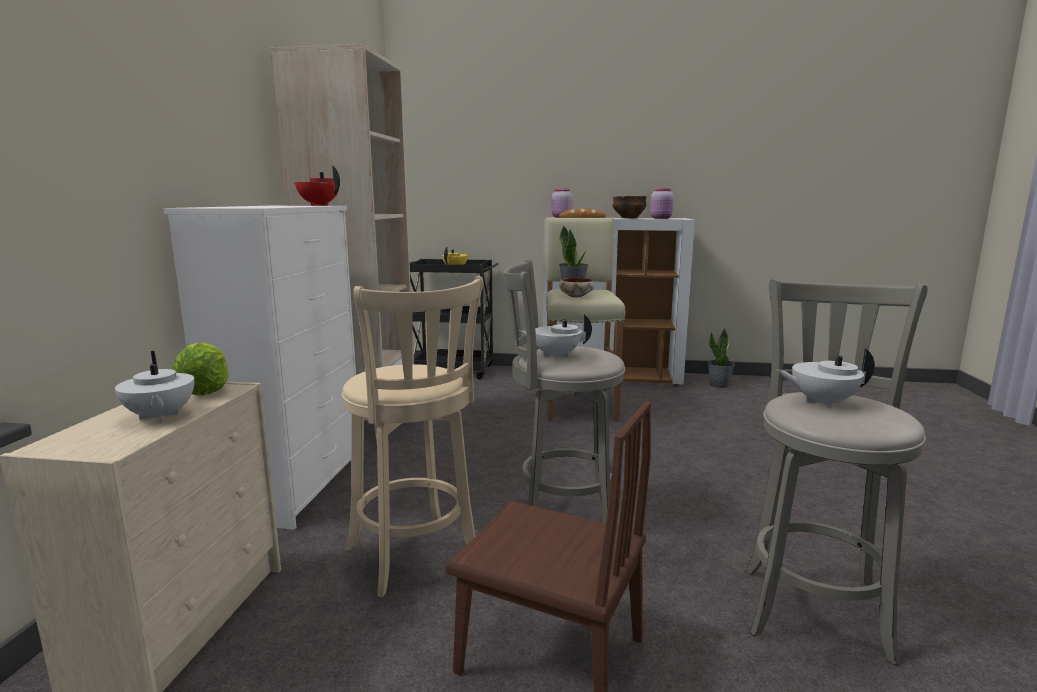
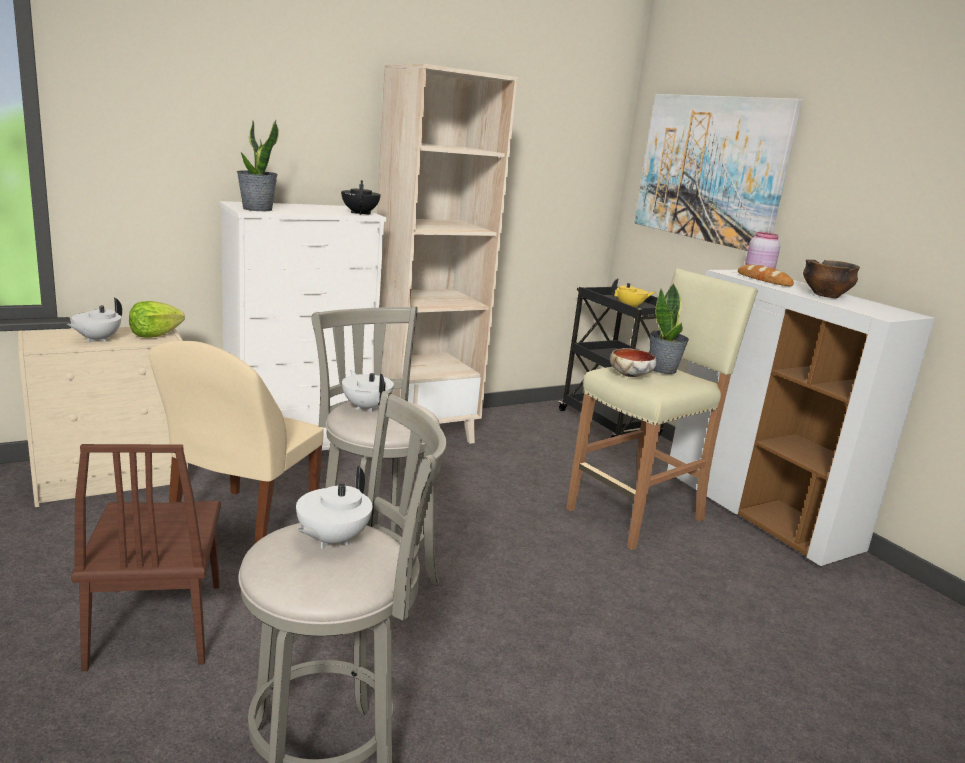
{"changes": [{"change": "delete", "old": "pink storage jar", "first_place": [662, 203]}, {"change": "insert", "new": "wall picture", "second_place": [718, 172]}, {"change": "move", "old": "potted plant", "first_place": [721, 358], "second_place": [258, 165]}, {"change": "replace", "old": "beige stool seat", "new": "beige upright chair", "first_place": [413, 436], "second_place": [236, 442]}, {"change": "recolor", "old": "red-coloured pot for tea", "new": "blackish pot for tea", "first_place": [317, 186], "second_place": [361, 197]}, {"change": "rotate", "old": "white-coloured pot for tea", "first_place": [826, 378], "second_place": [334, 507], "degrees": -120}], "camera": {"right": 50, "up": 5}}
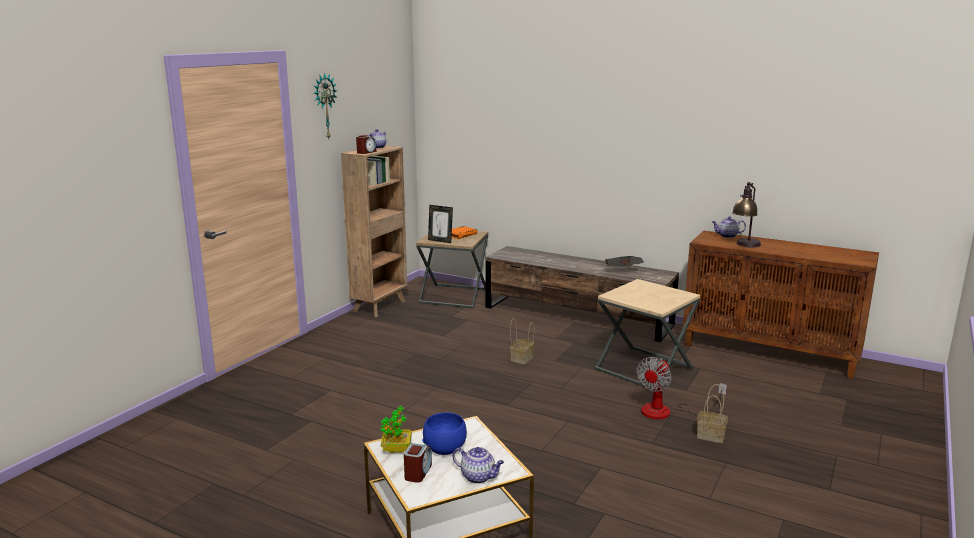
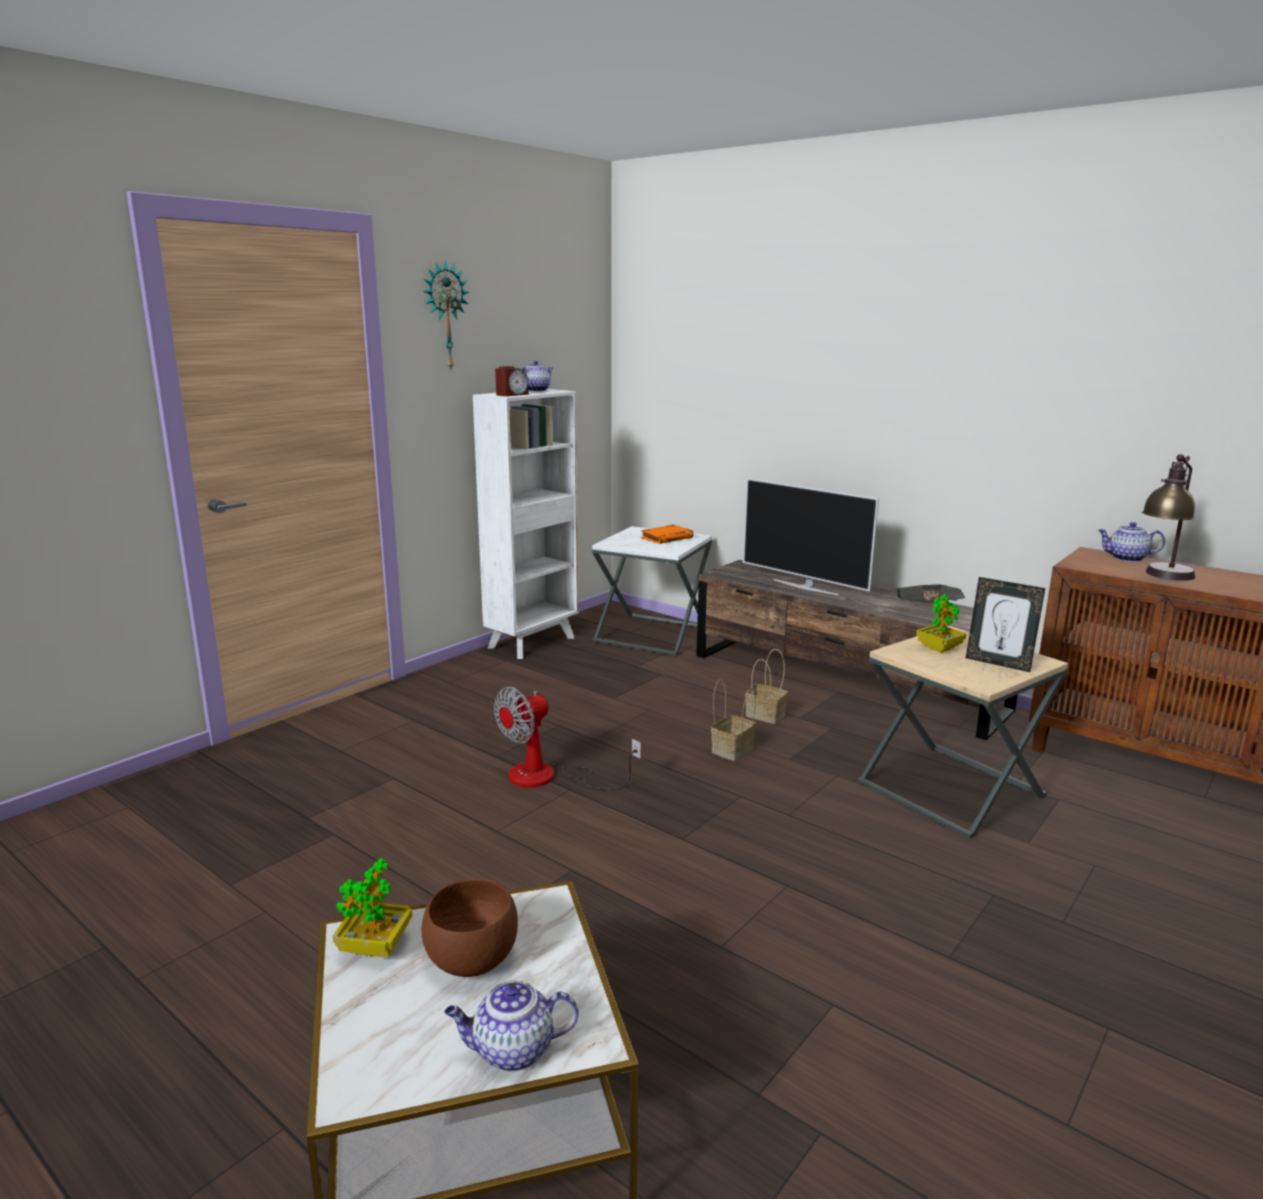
{"changes": [{"change": "delete", "old": "table clock", "first_place": [418, 463]}, {"change": "insert", "new": "TV", "second_place": [811, 536]}, {"change": "insert", "new": "potted plant", "second_place": [941, 623]}, {"change": "move", "old": "photo frame", "first_place": [440, 224], "second_place": [1005, 624]}, {"change": "move", "old": "electric fan", "first_place": [682, 388], "second_place": [567, 738]}, {"change": "move", "old": "basket", "first_place": [712, 413], "second_place": [766, 686]}, {"change": "recolor", "old": "brown-coloured bookshelf", "new": "white-coloured bookshelf", "first_place": [374, 231], "second_place": [526, 524]}, {"change": "recolor", "old": "brown-coloured side table", "new": "white-coloured side table", "first_place": [452, 269], "second_place": [652, 591]}, {"change": "recolor", "old": "blue deep dish", "new": "brown-coloured deep dish", "first_place": [444, 433], "second_place": [469, 928]}, {"change": "rotate", "old": "pot for tea", "first_place": [478, 465], "second_place": [511, 1026], "degrees": 135}], "camera": {"right": 10, "up": 0}}
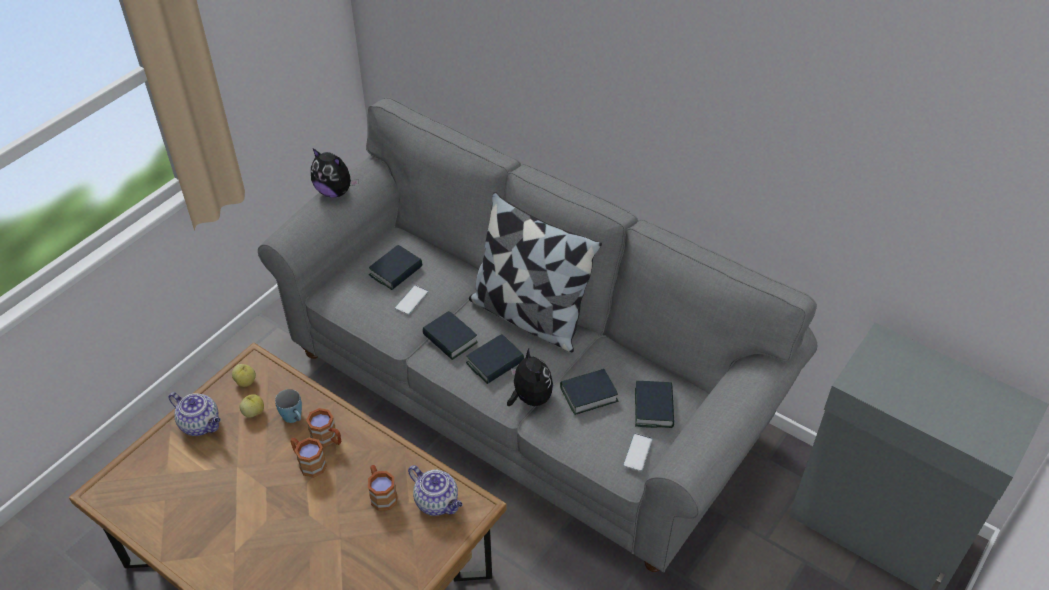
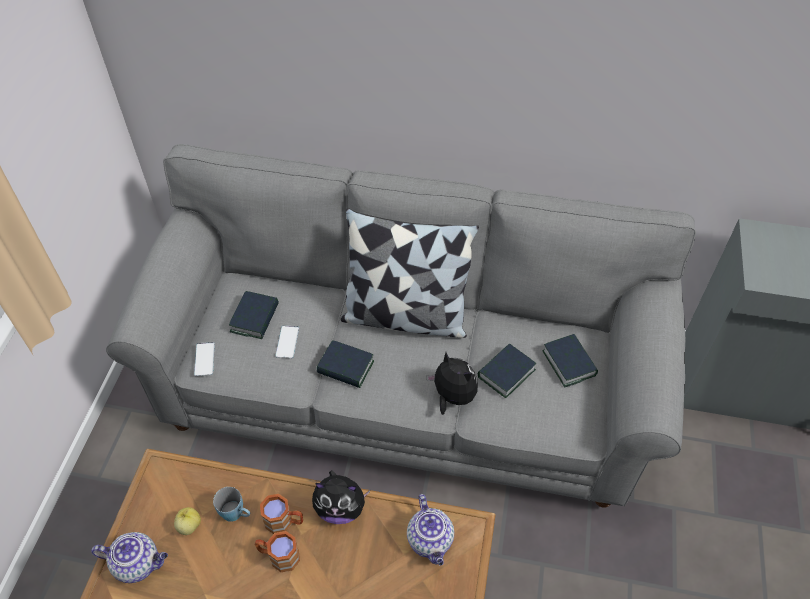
{"changes": [{"change": "delete", "old": "apple", "first_place": [244, 375]}, {"change": "delete", "old": "brown-coloured tea mug", "first_place": [382, 488]}, {"change": "delete", "old": "book", "first_place": [495, 359]}, {"change": "move", "old": "soft toy", "first_place": [334, 173], "second_place": [341, 497]}, {"change": "move", "old": "phone", "first_place": [638, 452], "second_place": [204, 359]}, {"change": "rotate", "old": "pot for tea", "first_place": [435, 490], "second_place": [430, 530], "degrees": 60}], "camera": {"right": -25, "up": 5}}
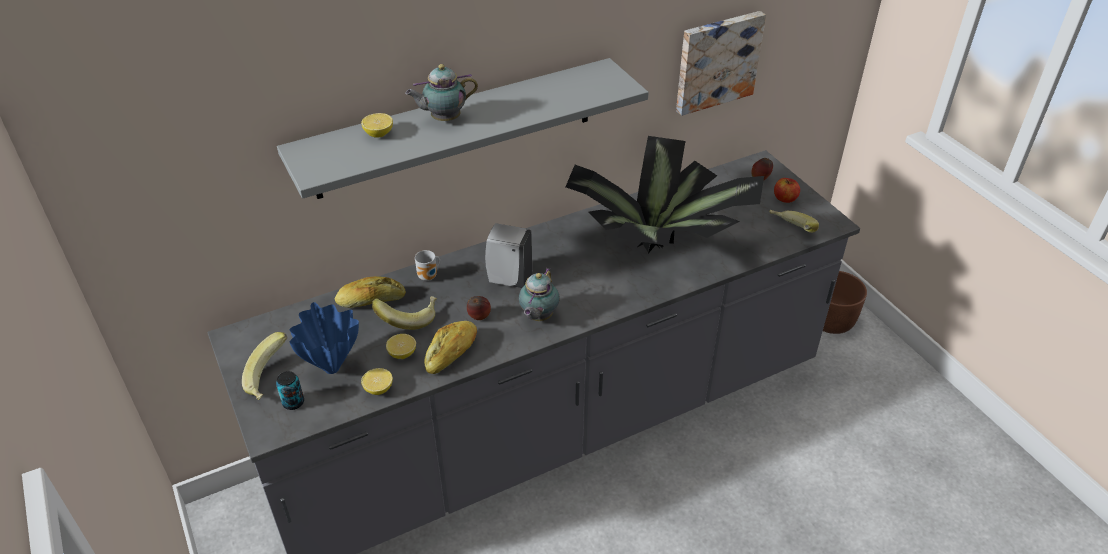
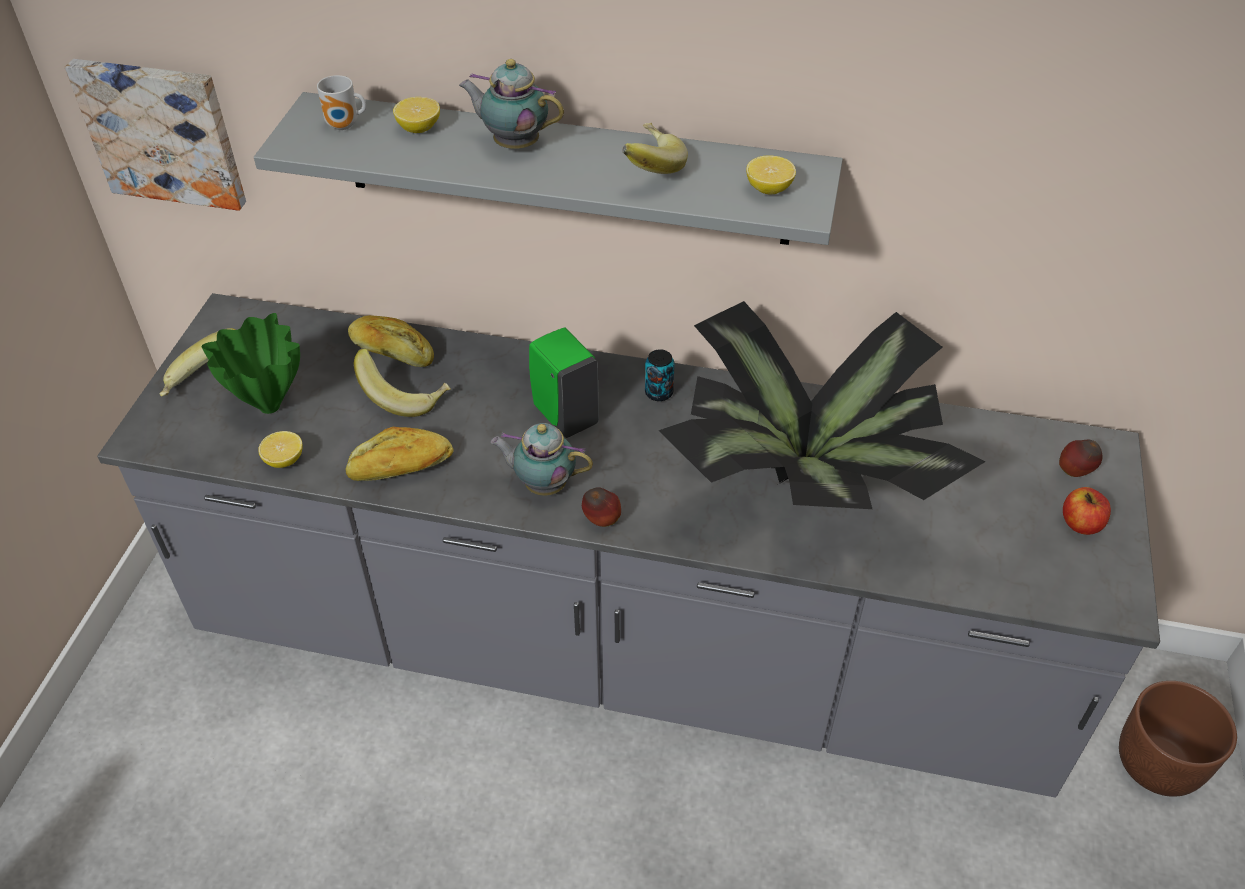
{"changes": [{"change": "move", "old": "can", "first_place": [290, 390], "second_place": [660, 375]}, {"change": "move", "old": "citrus fruit", "first_place": [401, 346], "second_place": [771, 174]}, {"change": "move", "old": "tea mug", "first_place": [427, 265], "second_place": [341, 102]}, {"change": "move", "old": "apple", "first_place": [479, 308], "second_place": [601, 507]}, {"change": "move", "old": "wall picture", "first_place": [721, 63], "second_place": [155, 135]}, {"change": "move", "old": "whole banana", "first_place": [794, 221], "second_place": [655, 148]}, {"change": "recolor", "old": "blue flower vase", "new": "green flower vase", "first_place": [324, 338], "second_place": [250, 363]}, {"change": "recolor", "old": "white-coloured soap dispenser", "new": "green soap dispenser", "first_place": [508, 255], "second_place": [564, 383]}, {"change": "rotate", "old": "pot for tea", "first_place": [539, 294], "second_place": [541, 459], "degrees": 45}], "camera": {"right": 40, "up": 5}}
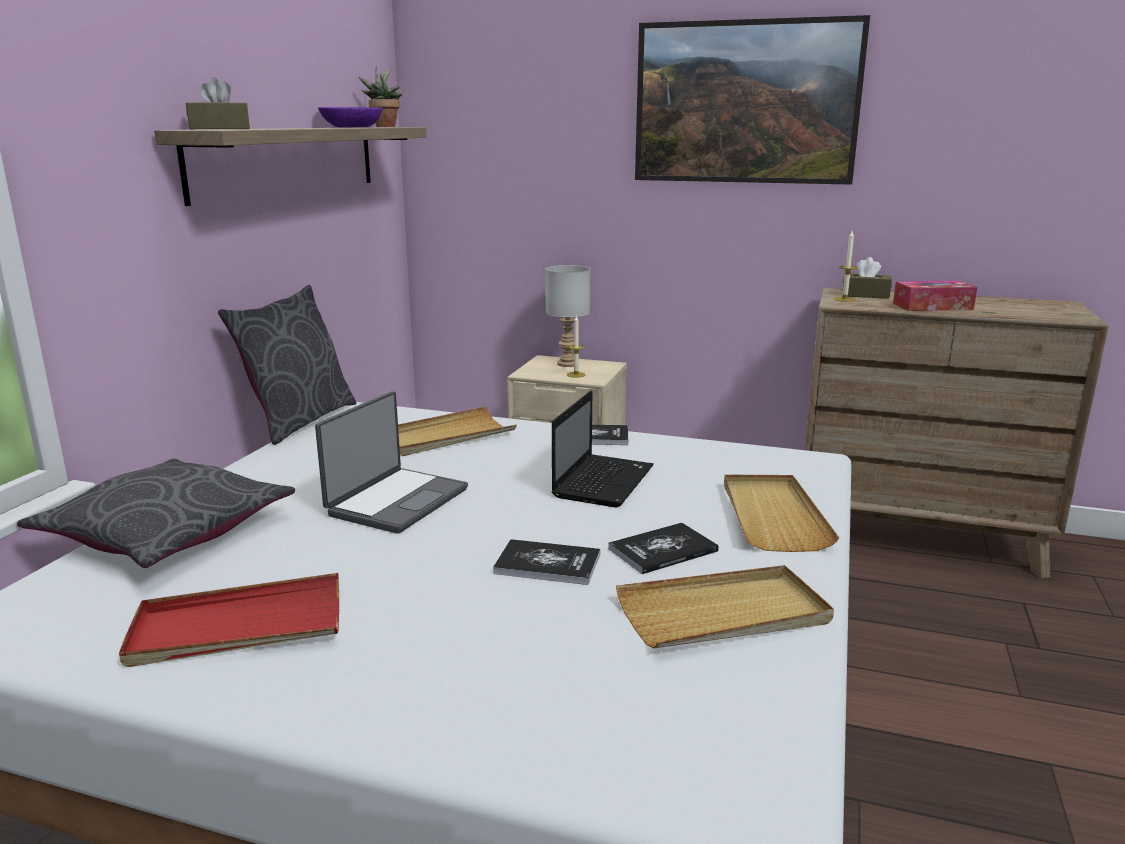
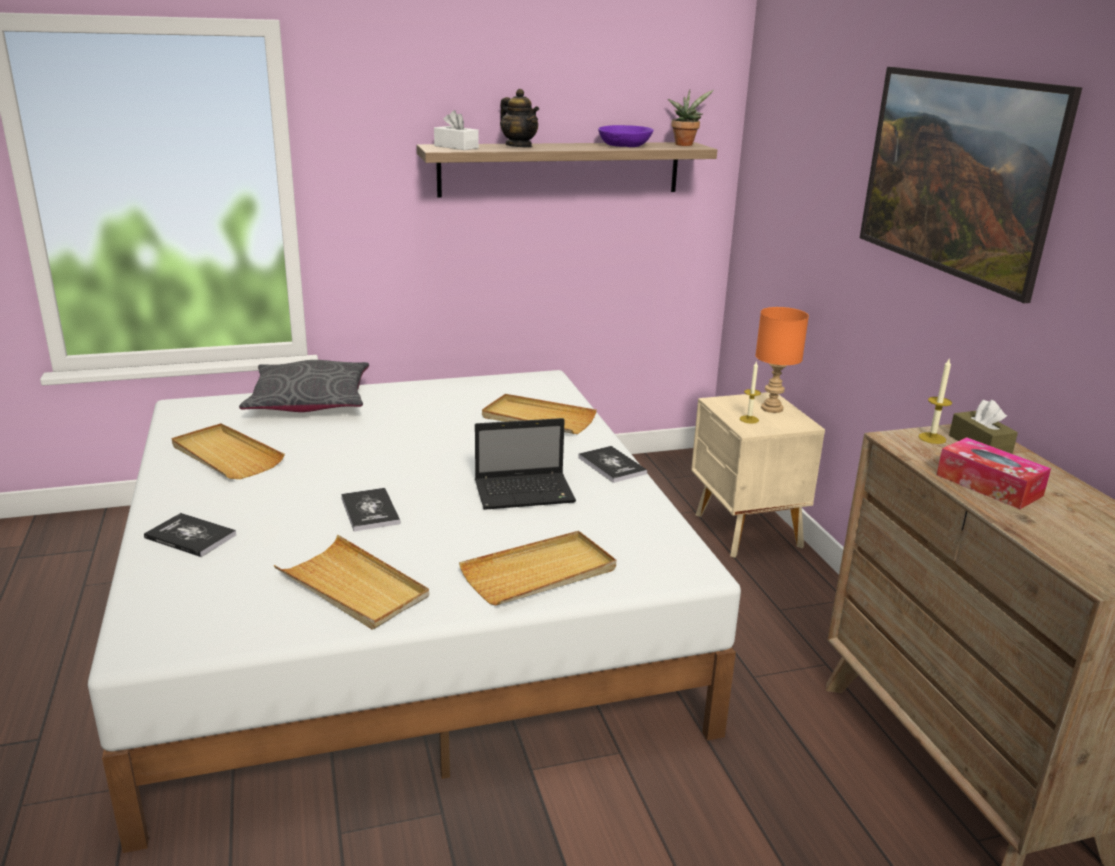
{"changes": [{"change": "delete", "old": "grey cushion", "first_place": [287, 365]}, {"change": "delete", "old": "notebook computer", "first_place": [391, 462]}, {"change": "insert", "new": "pot for tea", "second_place": [519, 118]}, {"change": "move", "old": "book", "first_place": [663, 548], "second_place": [190, 535]}, {"change": "recolor", "old": "red-coloured serving tray", "new": "beige serving tray", "first_place": [229, 620], "second_place": [228, 451]}, {"change": "recolor", "old": "brown-coloured tissue holder", "new": "white-coloured tissue holder", "first_place": [218, 103], "second_place": [456, 130]}, {"change": "recolor", "old": "grey table lamp", "new": "orange-coloured table lamp", "first_place": [567, 316], "second_place": [782, 360]}], "camera": {"right": 55, "up": 5}}
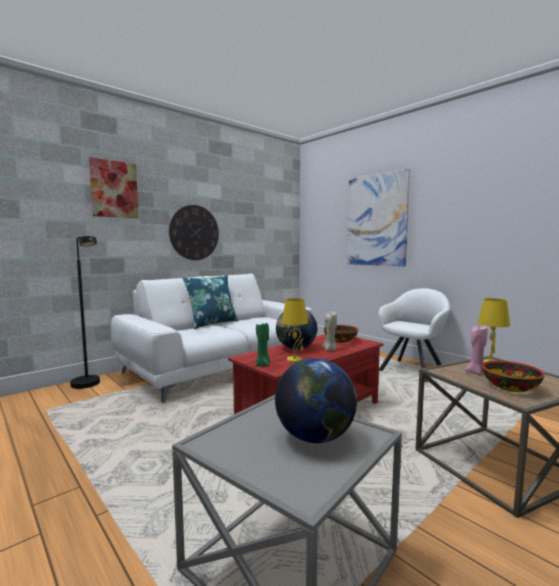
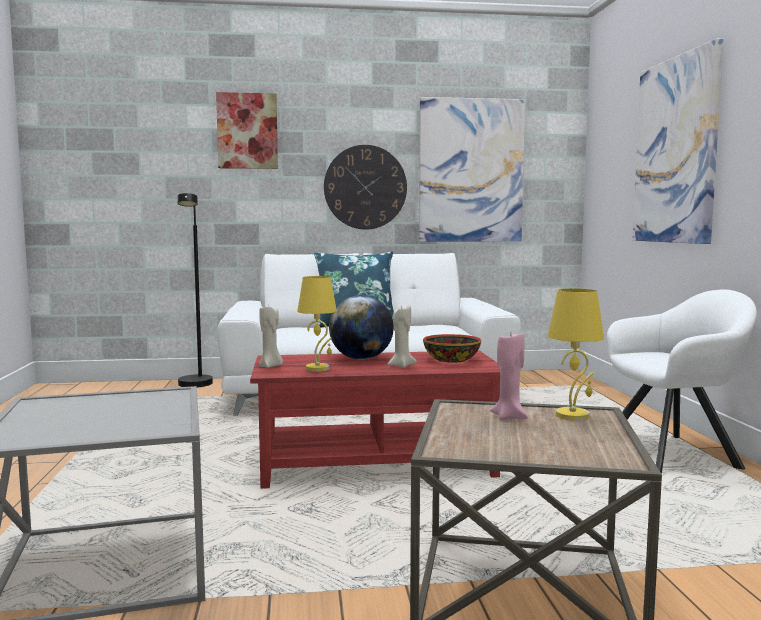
{"changes": [{"change": "delete", "old": "globe", "first_place": [316, 400]}, {"change": "delete", "old": "deep dish", "first_place": [513, 376]}, {"change": "insert", "new": "wall picture", "second_place": [472, 169]}, {"change": "recolor", "old": "green candle", "new": "beige candle", "first_place": [263, 344], "second_place": [271, 337]}], "camera": {"right": 35, "up": 0}}
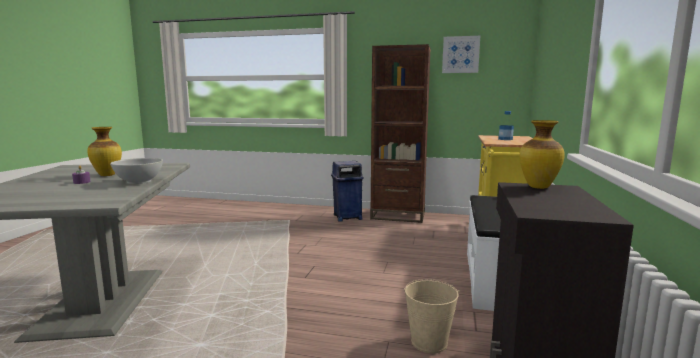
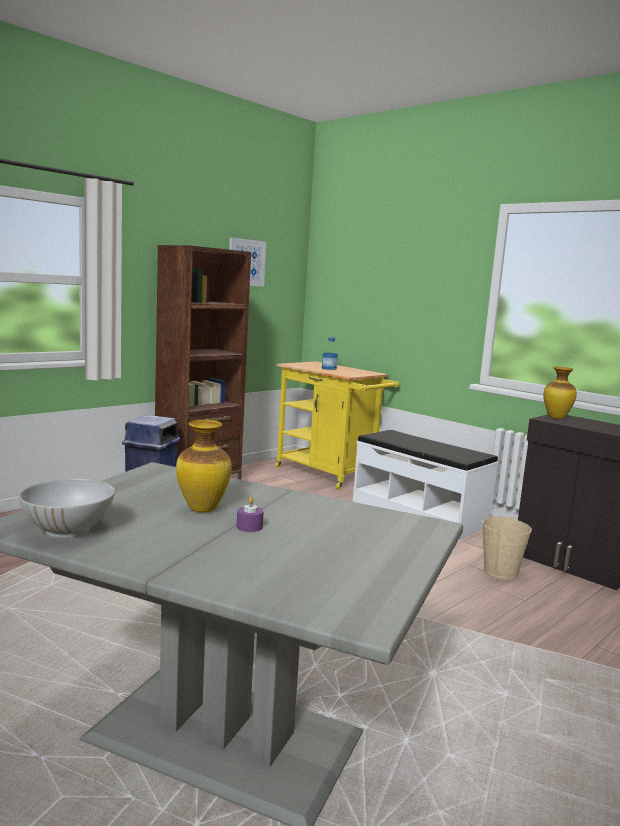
{"changes": [{"change": "move", "old": "white-coloured deep dish", "first_place": [136, 171], "second_place": [66, 508]}], "camera": {"right": -60, "up": 0}}
